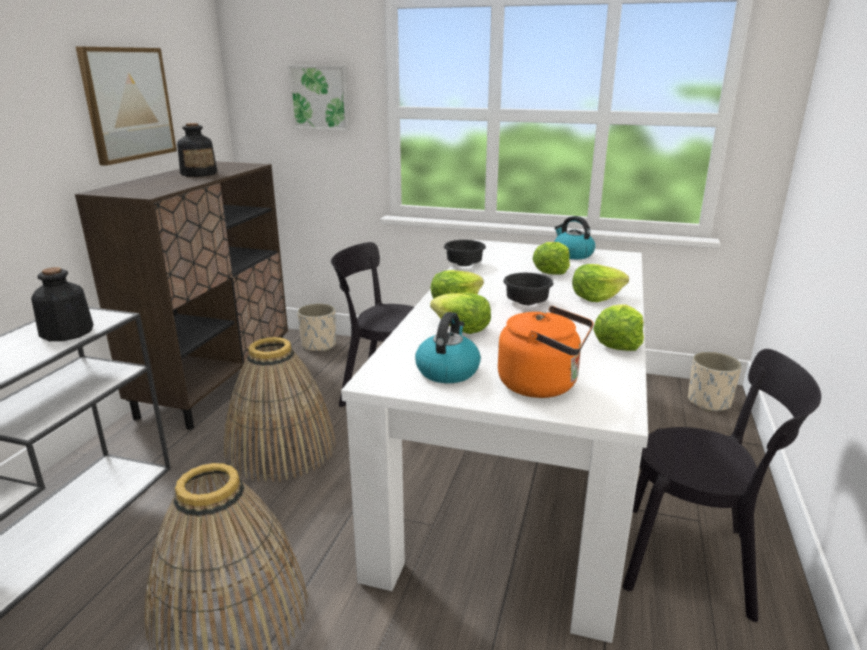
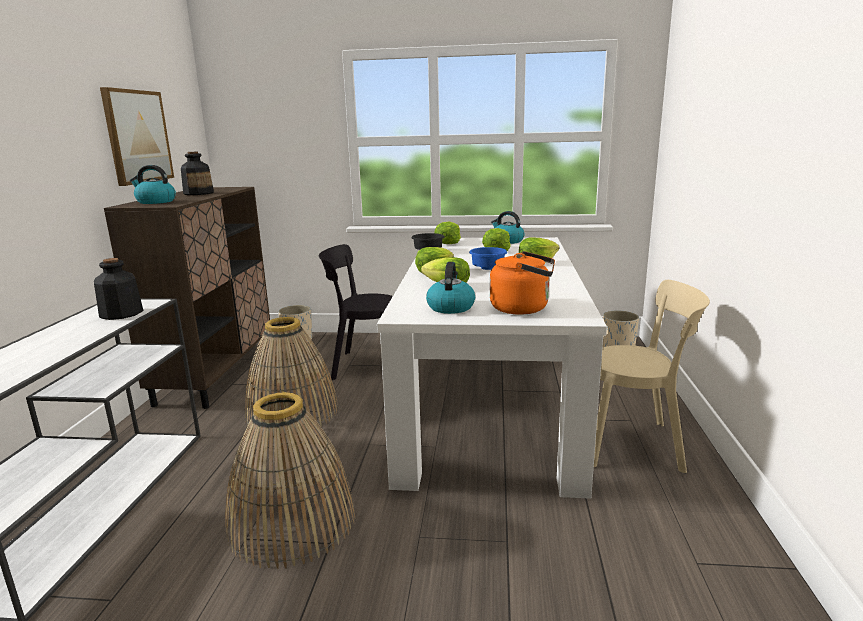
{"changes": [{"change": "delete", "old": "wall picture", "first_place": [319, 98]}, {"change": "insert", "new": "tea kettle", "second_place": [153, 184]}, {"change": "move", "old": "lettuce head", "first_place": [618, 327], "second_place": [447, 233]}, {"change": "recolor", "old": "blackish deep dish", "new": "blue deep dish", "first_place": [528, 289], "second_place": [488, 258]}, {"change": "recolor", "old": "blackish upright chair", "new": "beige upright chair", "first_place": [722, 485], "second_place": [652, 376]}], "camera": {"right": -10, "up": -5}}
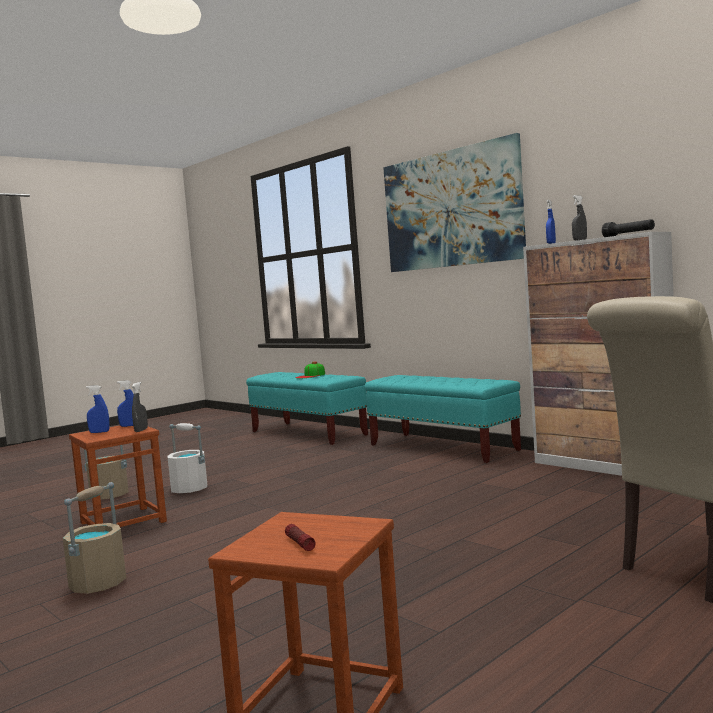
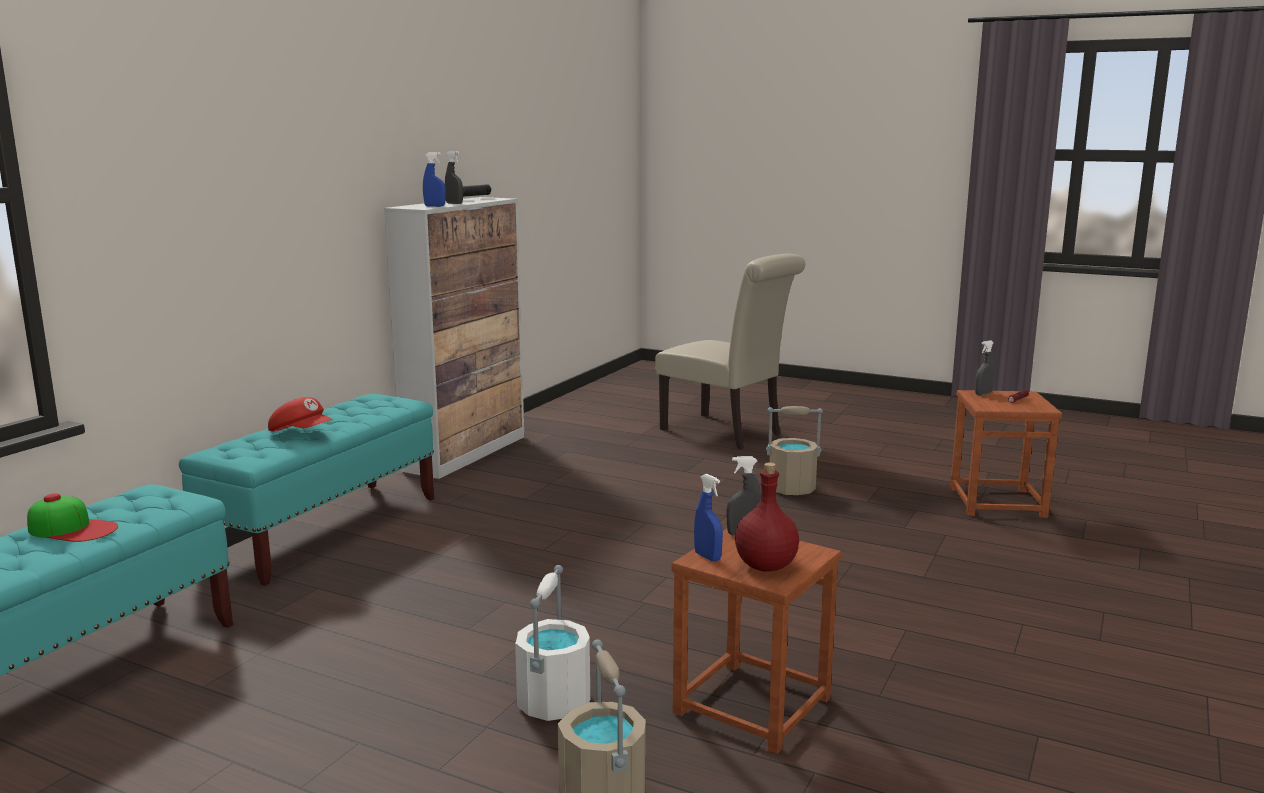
{"changes": [{"change": "delete", "old": "wall picture", "first_place": [454, 202]}, {"change": "insert", "new": "red-coloured baseball cap", "second_place": [300, 414]}, {"change": "insert", "new": "grey hand sprayer", "second_place": [984, 367]}, {"change": "move", "old": "beige bucket", "first_place": [94, 538], "second_place": [794, 450]}, {"change": "replace", "old": "blue hand sprayer", "new": "red-coloured bottle", "first_place": [98, 409], "second_place": [767, 517]}], "camera": {"right": -110, "up": 10}}
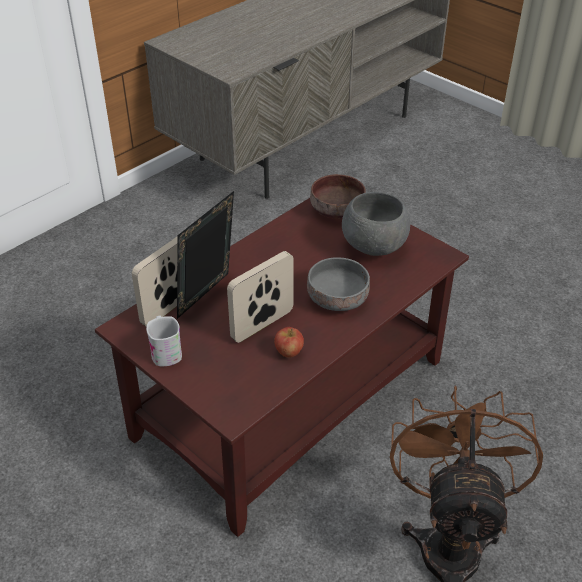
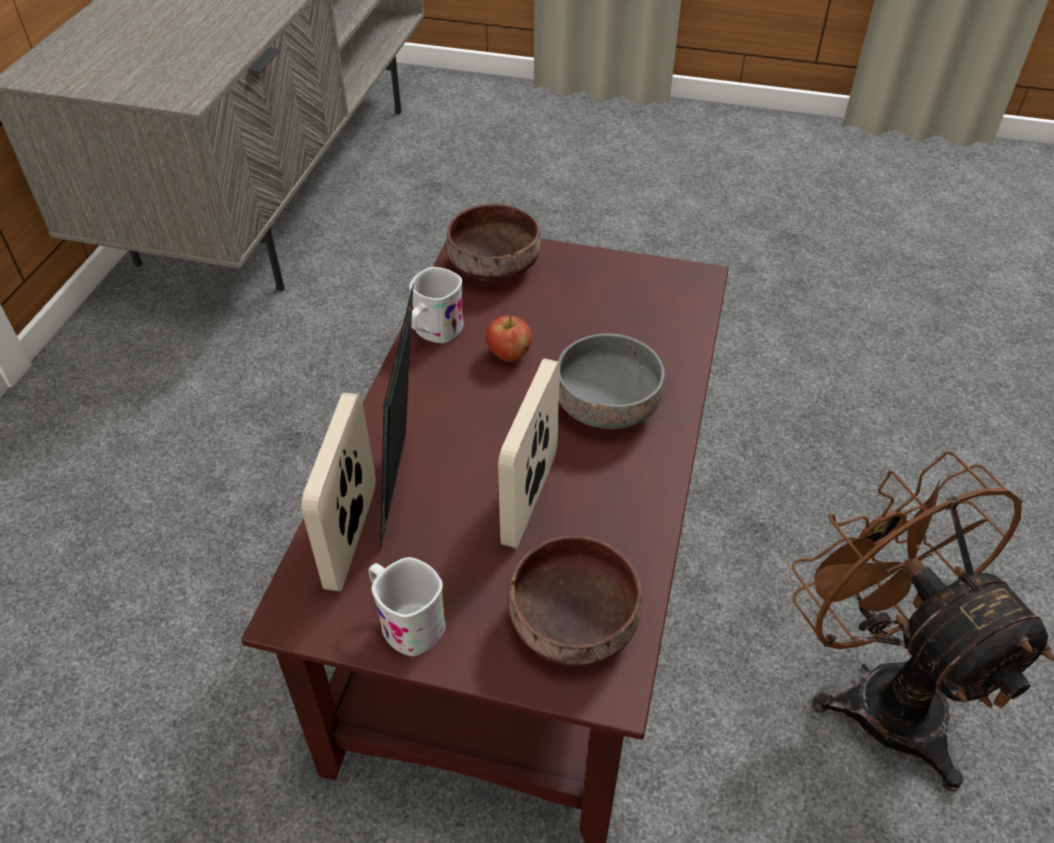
{"changes": [{"change": "delete", "old": "grey deep dish", "first_place": [376, 224]}, {"change": "insert", "new": "white-coloured tea mug", "second_place": [436, 305]}, {"change": "insert", "new": "brown-coloured deep dish", "second_place": [575, 601]}, {"change": "move", "old": "apple", "first_place": [289, 342], "second_place": [509, 338]}], "camera": {"right": -30, "up": 5}}
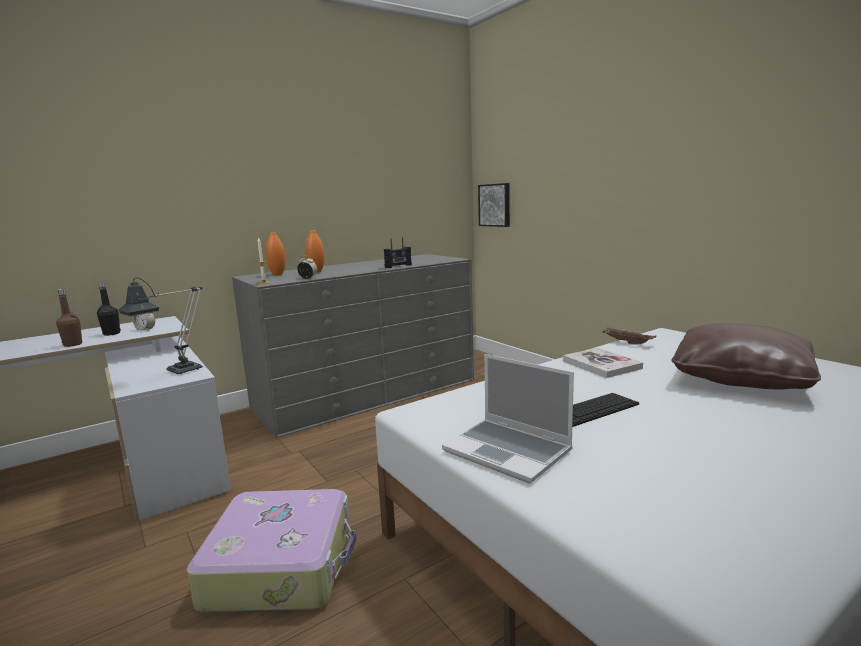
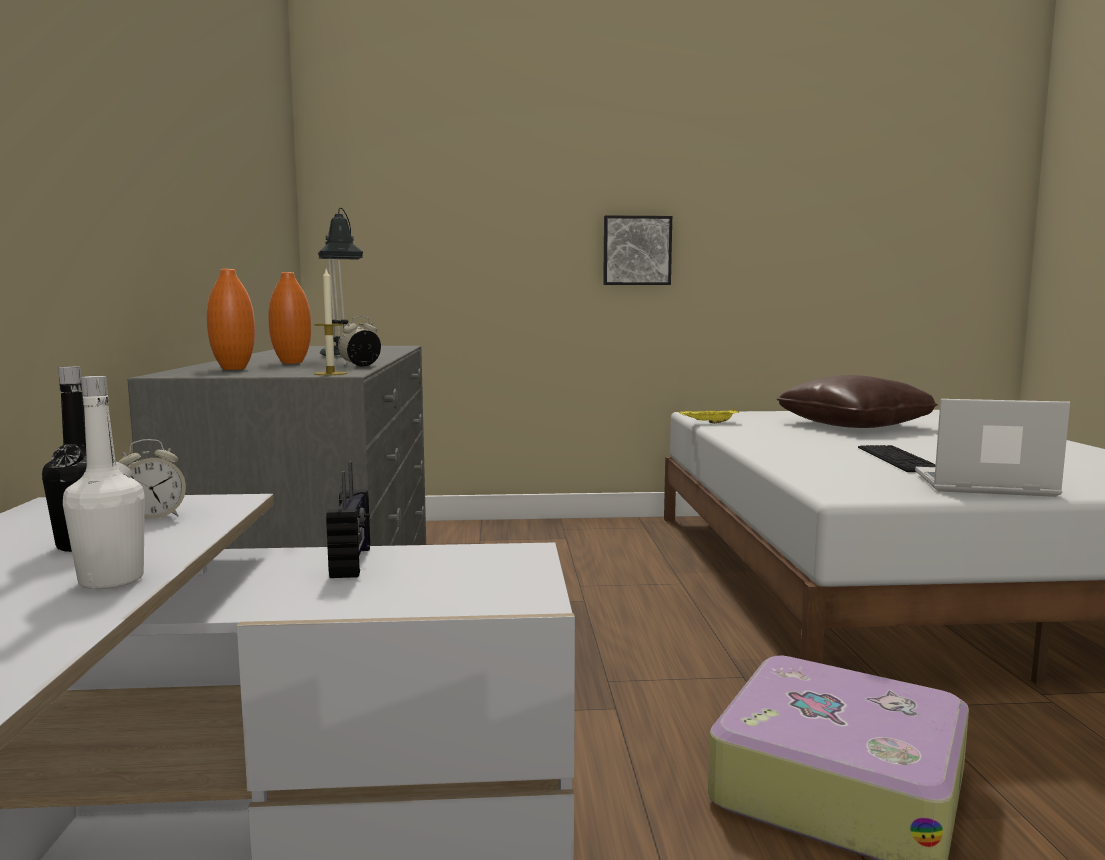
{"changes": [{"change": "delete", "old": "book", "first_place": [603, 363]}, {"change": "move", "old": "table lamp", "first_place": [160, 326], "second_place": [340, 282]}, {"change": "move", "old": "radio receiver", "first_place": [398, 252], "second_place": [348, 520]}, {"change": "move", "old": "wall picture", "first_place": [494, 205], "second_place": [637, 250]}, {"change": "recolor", "old": "brown-coloured bottle", "new": "white-coloured bottle", "first_place": [69, 318], "second_place": [104, 482]}, {"change": "recolor", "old": "brown-coloured serving tray", "new": "yellowish serving tray", "first_place": [629, 336], "second_place": [709, 416]}, {"change": "rotate", "old": "notebook computer", "first_place": [508, 419], "second_place": [992, 448], "degrees": -150}], "camera": {"right": -60, "up": -5}}
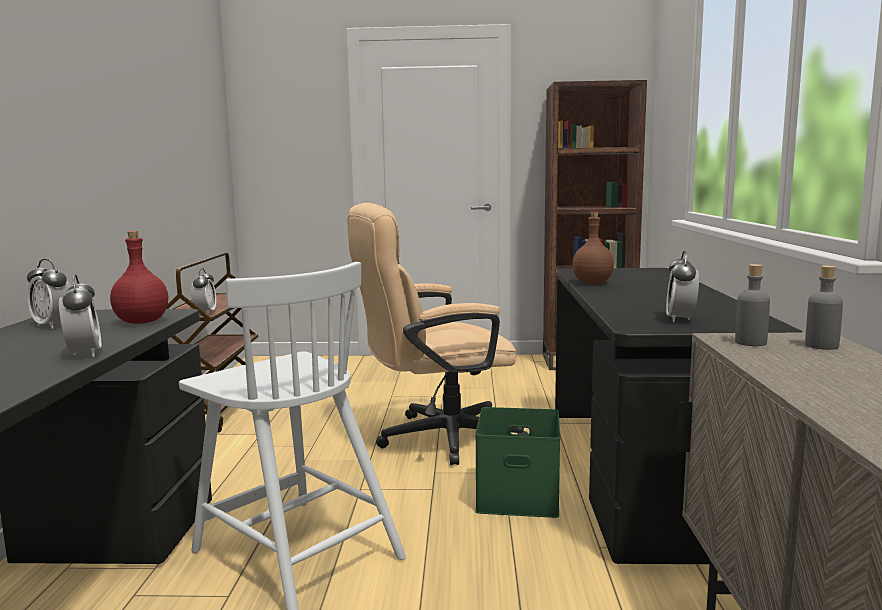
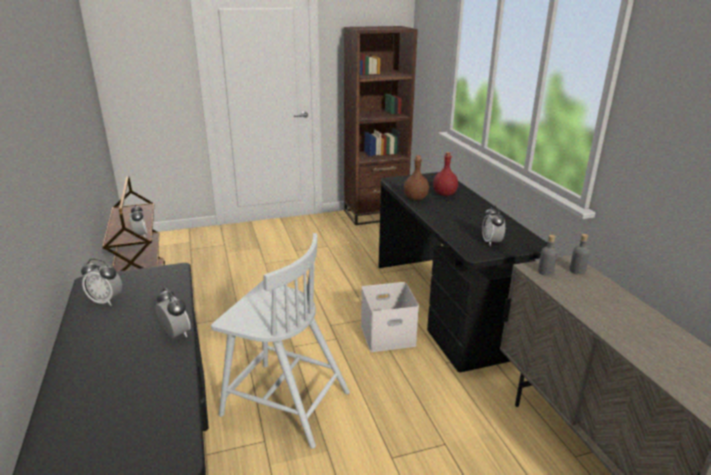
{"changes": [{"change": "delete", "old": "beige desk chair", "first_place": [437, 334]}, {"change": "move", "old": "red-coloured bottle", "first_place": [139, 277], "second_place": [445, 174]}, {"change": "recolor", "old": "green storage bin", "new": "white-coloured storage bin", "first_place": [518, 462], "second_place": [390, 317]}], "camera": {"right": -20, "up": 15}}
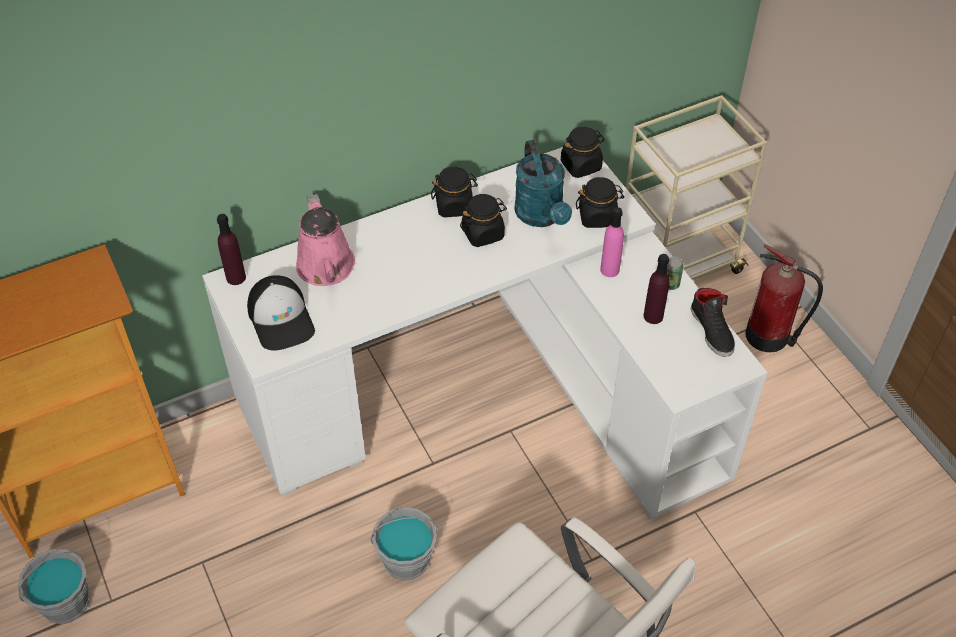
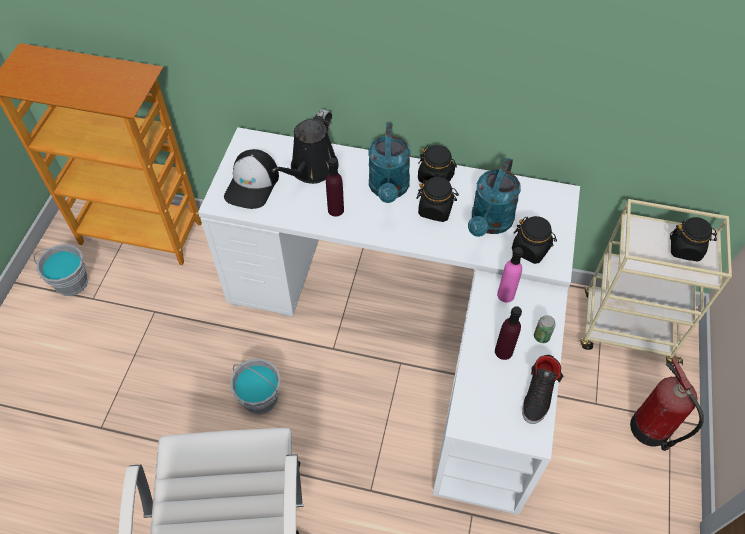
{"changes": [{"change": "insert", "new": "turquoise watering pot", "second_place": [389, 163]}, {"change": "move", "old": "purple bottle", "first_place": [231, 249], "second_place": [335, 187]}, {"change": "move", "old": "blackish storage jar", "first_place": [583, 152], "second_place": [693, 239]}, {"change": "recolor", "old": "pink watering pot", "new": "blackish watering pot", "first_place": [325, 240], "second_place": [305, 146]}], "camera": {"right": 40, "up": 5}}
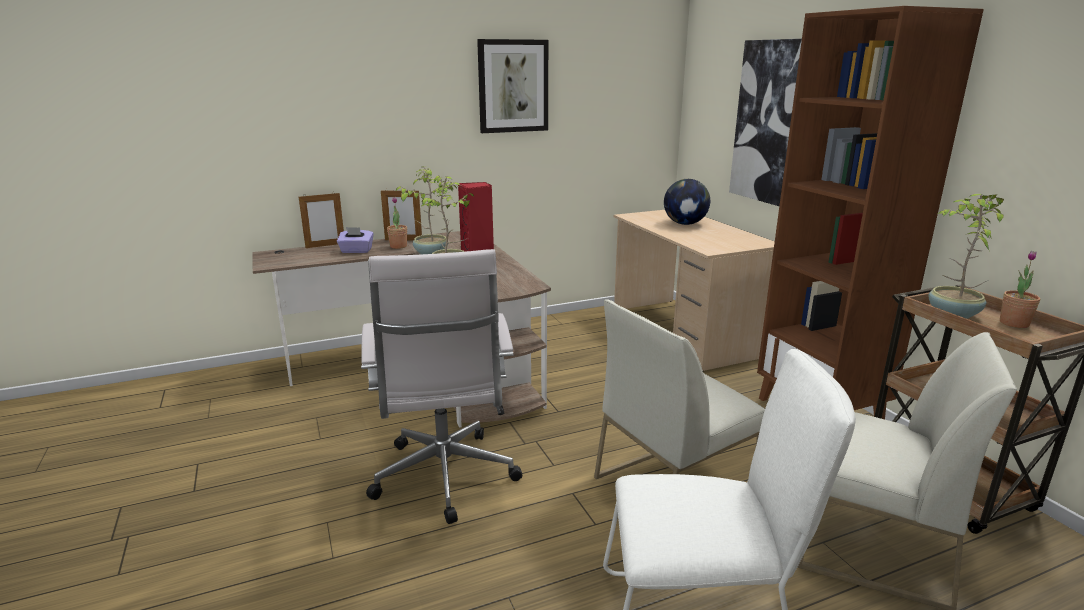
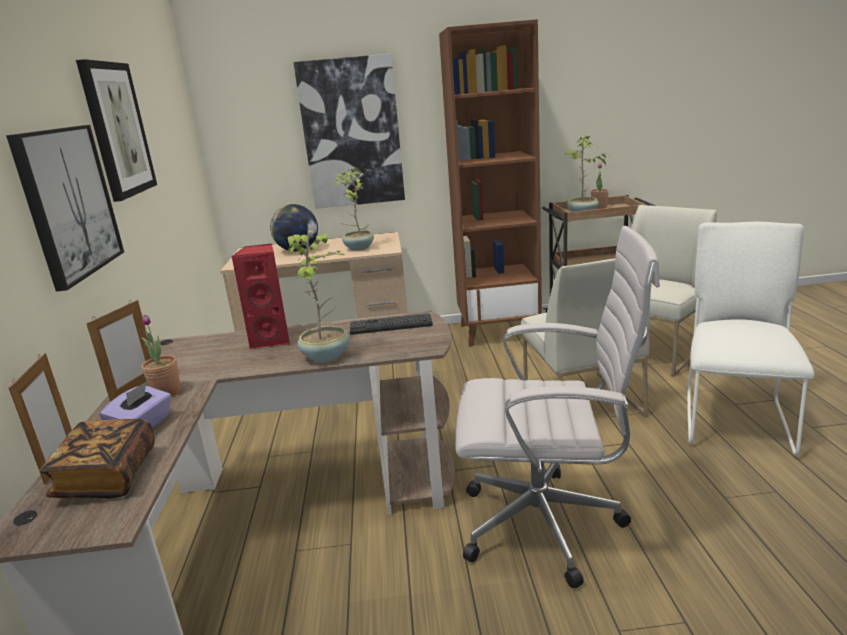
{"changes": [{"change": "insert", "new": "wall picture", "second_place": [65, 208]}, {"change": "insert", "new": "book", "second_place": [97, 459]}, {"change": "insert", "new": "PC keyboard", "second_place": [391, 324]}, {"change": "move", "old": "potted plant", "first_place": [423, 210], "second_place": [354, 209]}], "camera": {"right": -70, "up": 0}}
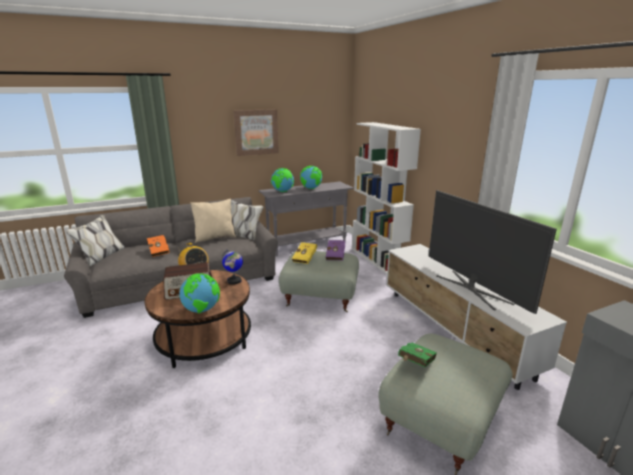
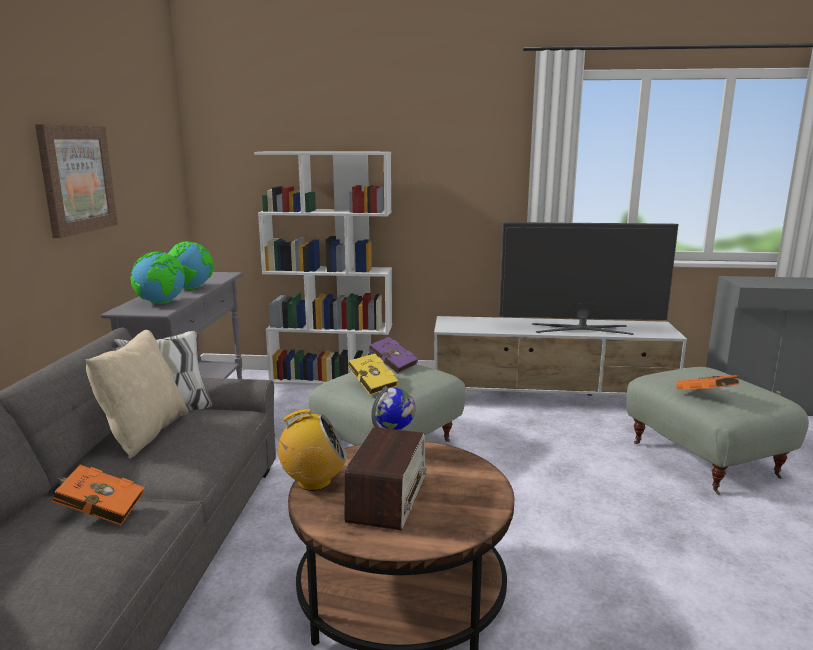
{"changes": [{"change": "delete", "old": "globe", "first_place": [199, 293]}, {"change": "recolor", "old": "green book", "new": "orange-coloured book", "first_place": [417, 355], "second_place": [707, 382]}], "camera": {"right": -60, "up": -5}}
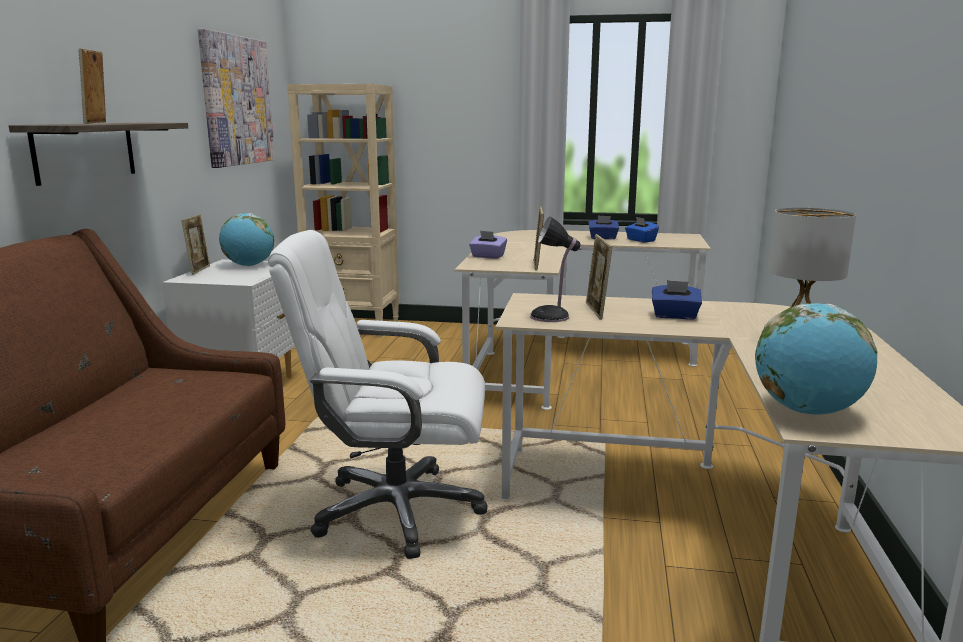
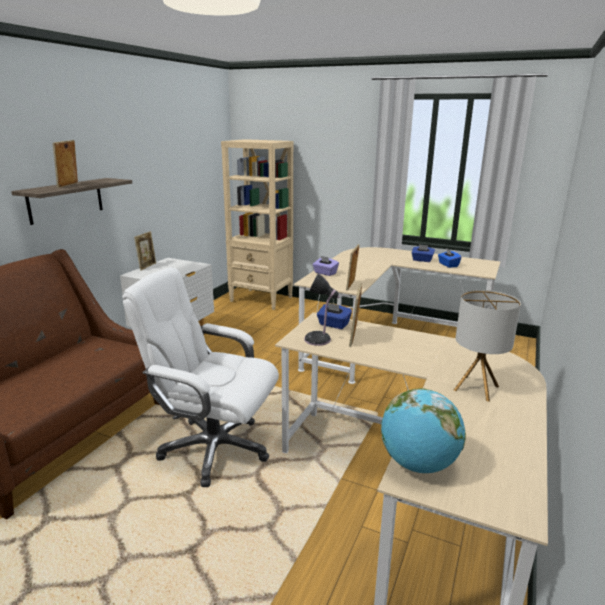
{"changes": [{"change": "delete", "old": "wall picture", "first_place": [236, 98]}, {"change": "delete", "old": "globe", "first_place": [246, 239]}, {"change": "move", "old": "blue tissue holder", "first_place": [677, 300], "second_place": [334, 316]}], "camera": {"right": 15, "up": 5}}
